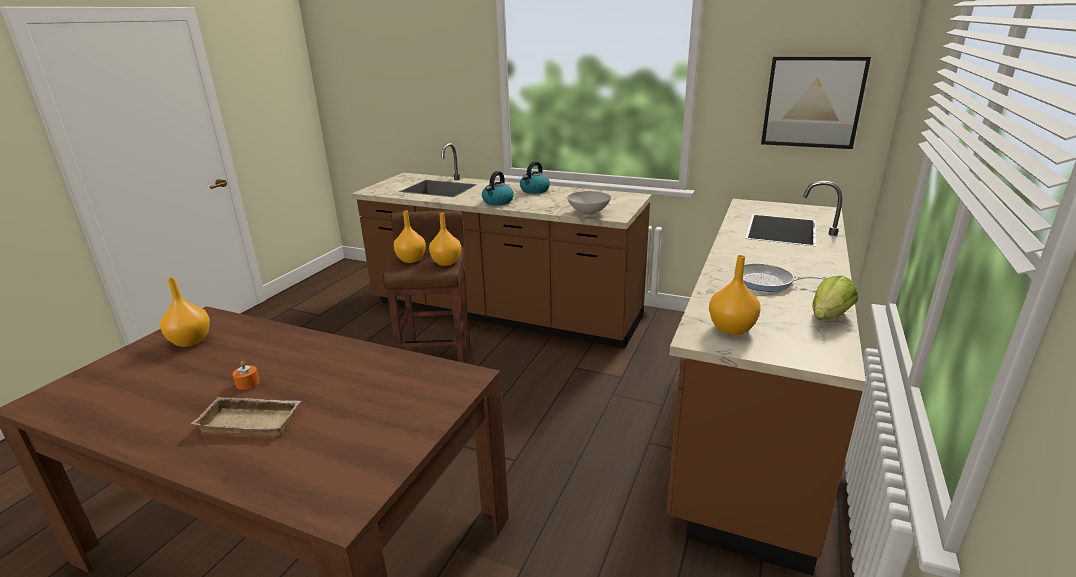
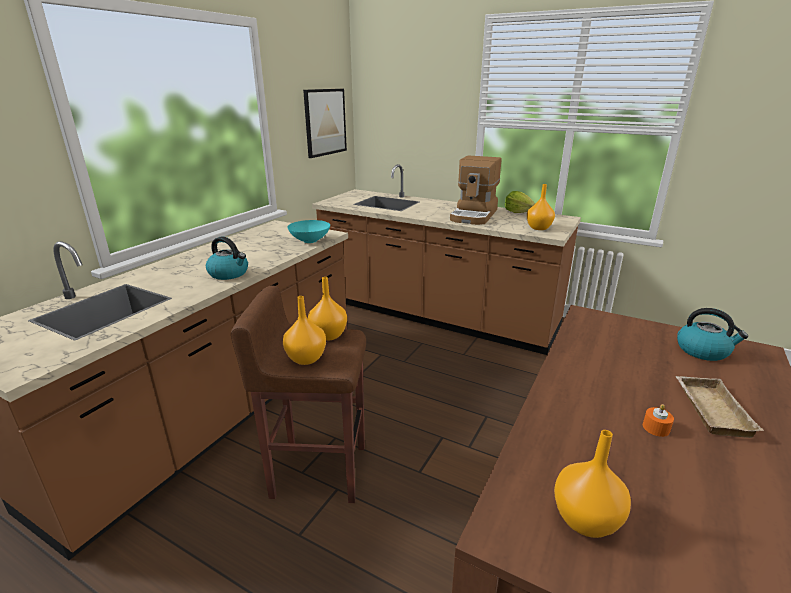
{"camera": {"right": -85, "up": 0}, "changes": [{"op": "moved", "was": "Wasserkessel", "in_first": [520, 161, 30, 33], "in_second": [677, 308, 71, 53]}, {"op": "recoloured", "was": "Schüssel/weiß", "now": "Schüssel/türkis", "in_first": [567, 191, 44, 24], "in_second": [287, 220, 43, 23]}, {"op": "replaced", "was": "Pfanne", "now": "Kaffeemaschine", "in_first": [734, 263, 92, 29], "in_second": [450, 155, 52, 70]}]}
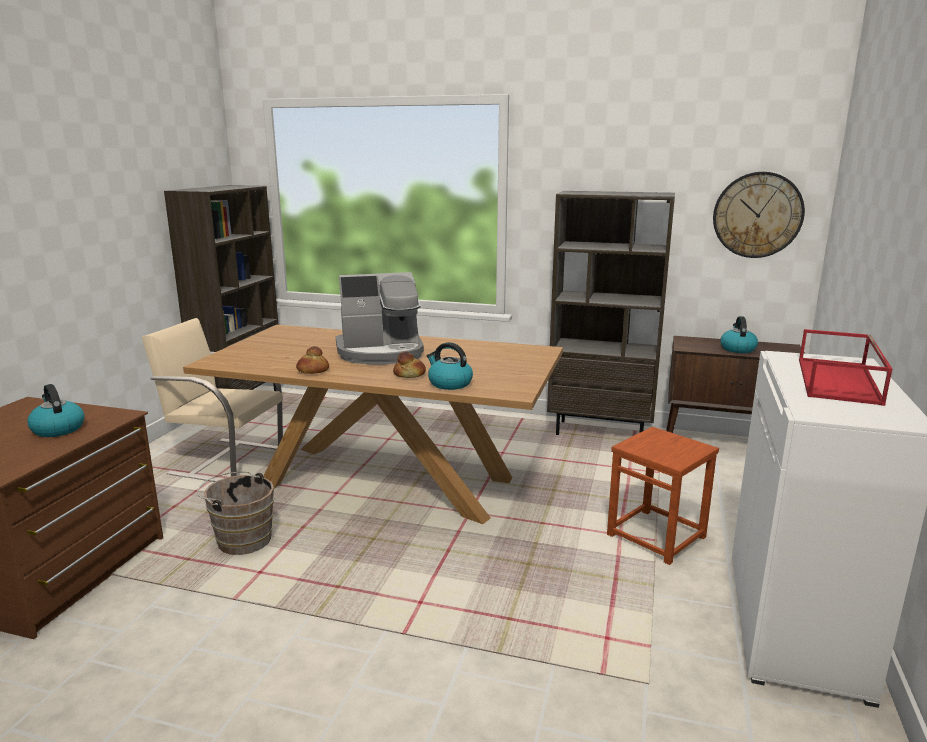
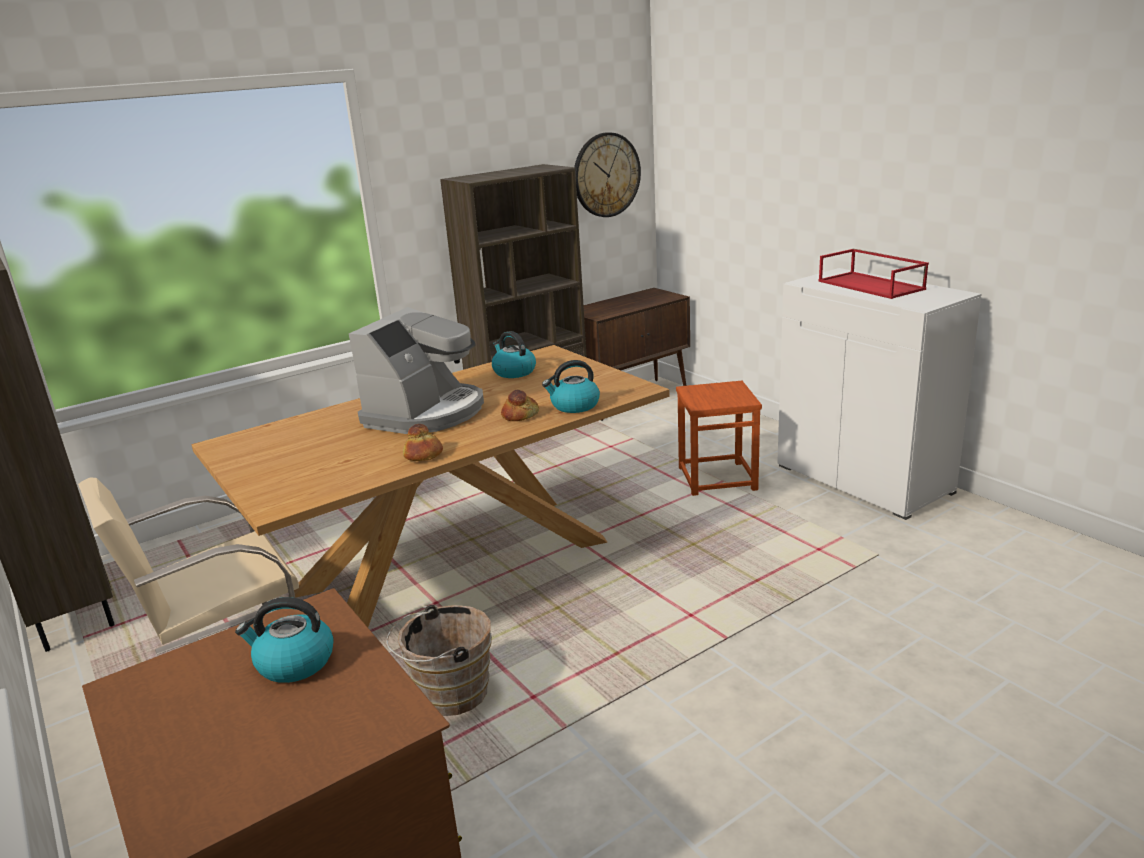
{"camera": {"right": -50, "up": 5}, "changes": [{"op": "moved", "was": "Wasserkessel", "in_first": [720, 316, 38, 37], "in_second": [492, 331, 44, 47]}]}
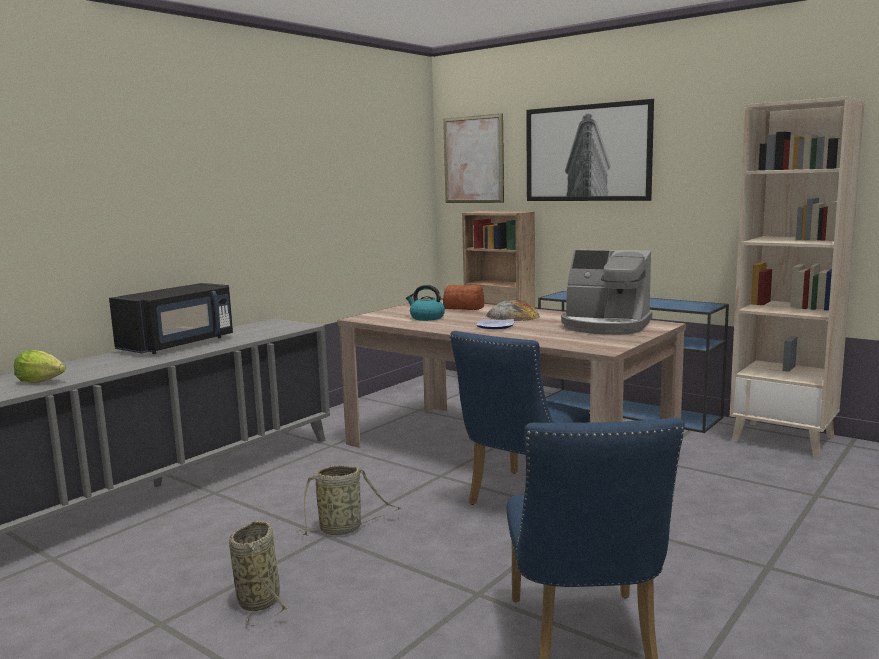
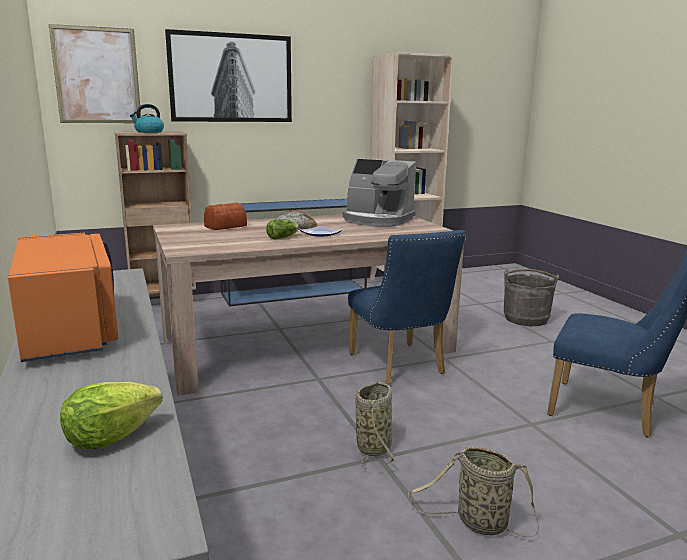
{"camera": {"right": -60, "up": 5}, "changes": [{"op": "turned", "was": "Kaffeemaschine", "in_first": [561, 250, 91, 85], "in_second": [343, 159, 73, 68], "clockwise": 60}, {"op": "recoloured", "was": "Mikrowelle/schwarz", "now": "Mikrowelle/orange", "in_first": [109, 283, 124, 71], "in_second": [8, 233, 110, 129]}, {"op": "moved", "was": "Wasserkessel", "in_first": [406, 285, 39, 36], "in_second": [130, 104, 34, 29]}, {"op": "added", "now": "Salatkopf", "in_second": [266, 219, 33, 20]}, {"op": "added", "now": "Eimer/grau", "in_second": [504, 269, 55, 57]}]}
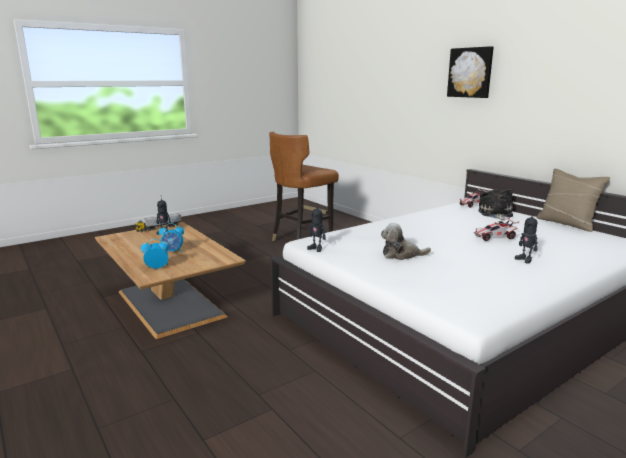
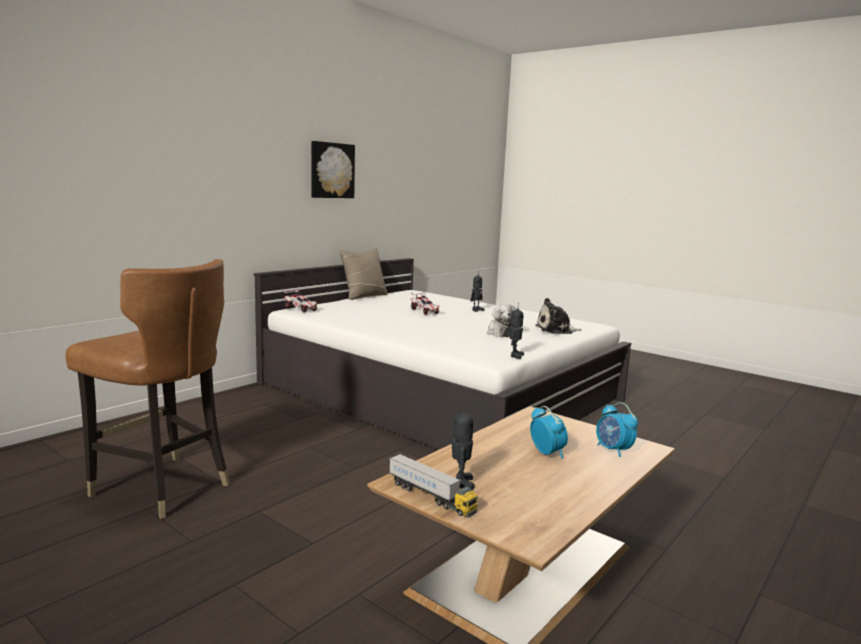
{"camera": {"right": -105, "up": -5}, "changes": [{"op": "moved", "was": "Bild", "in_first": [447, 46, 47, 52], "in_second": [311, 141, 44, 57]}, {"op": "moved", "was": "Plüschtier", "in_first": [478, 189, 35, 32], "in_second": [536, 298, 46, 36]}]}
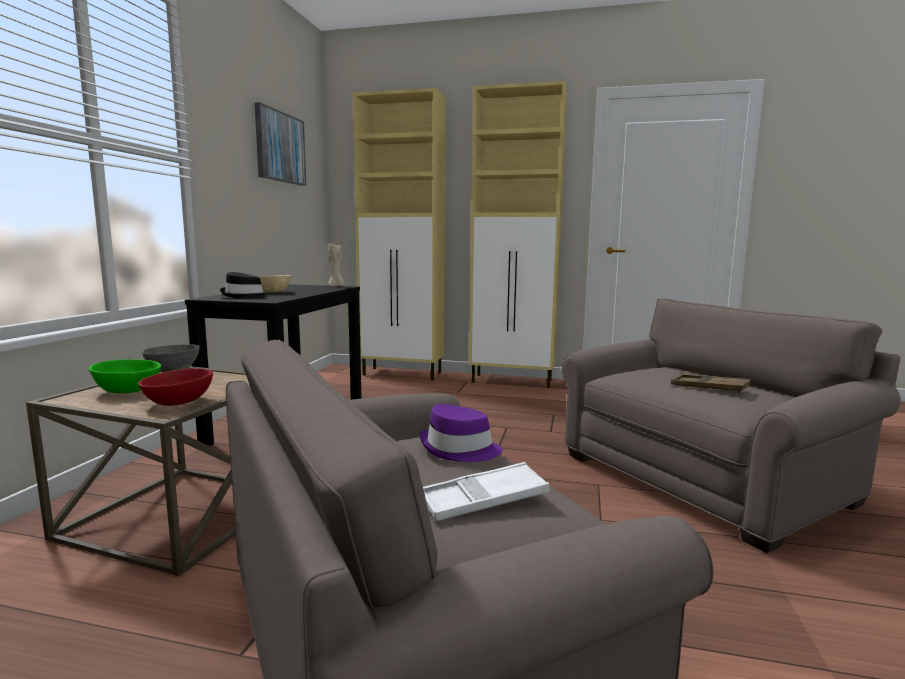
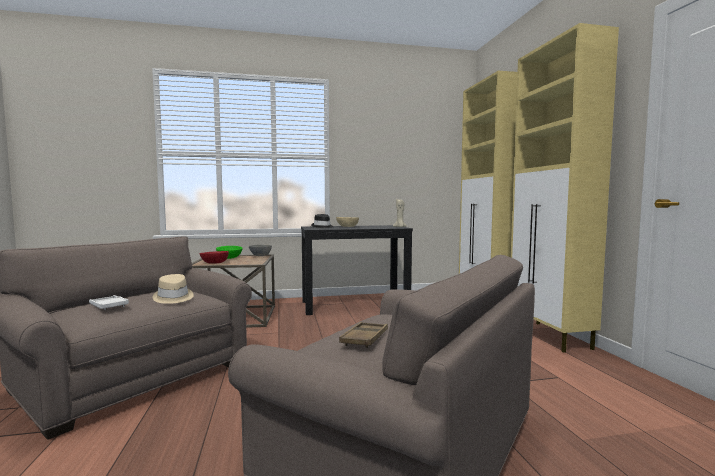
{"camera": {"right": 65, "up": -5}, "changes": [{"op": "removed", "was": "Bild", "in_first": [255, 102, 51, 84]}, {"op": "recoloured", "was": "Hut/lila", "now": "Hut/beige", "in_first": [419, 404, 84, 58], "in_second": [152, 274, 42, 30]}]}
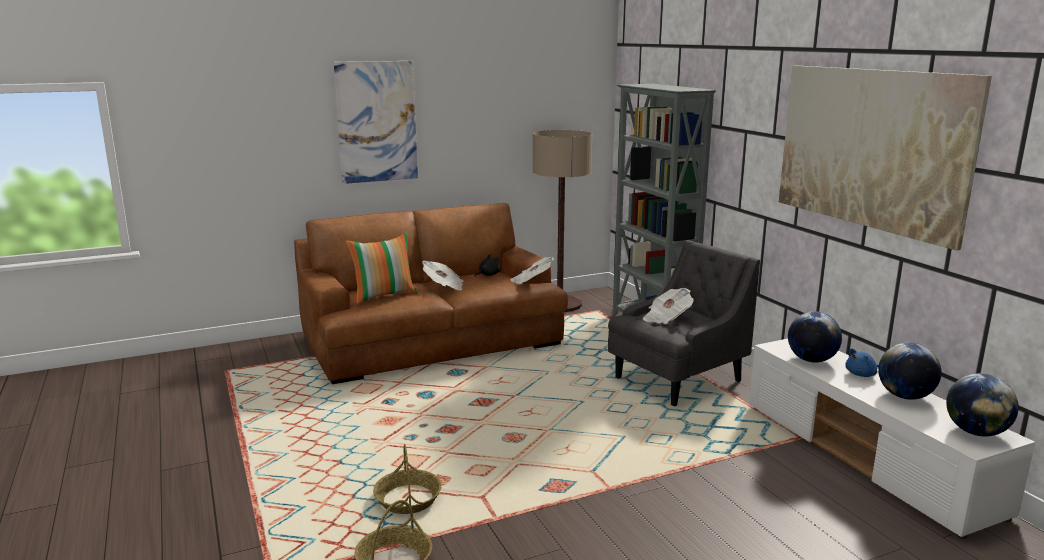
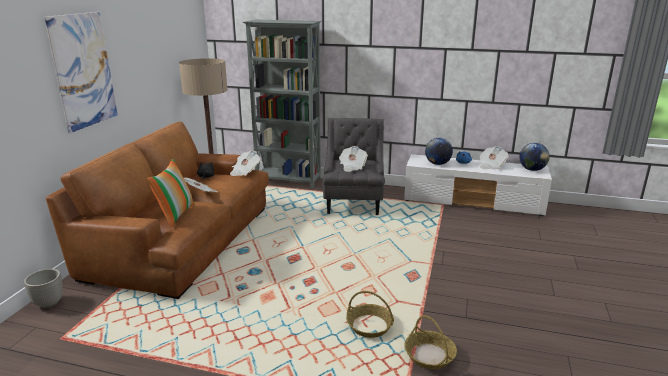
{"camera": {"right": -50, "up": 5}, "changes": [{"op": "removed", "was": "Bild", "in_first": [779, 66, 213, 185]}, {"op": "replaced", "was": "Globus", "now": "Zeitung", "in_first": [878, 342, 63, 58], "in_second": [479, 146, 30, 23]}, {"op": "added", "now": "Pflanzkübel", "in_second": [24, 269, 39, 39]}]}
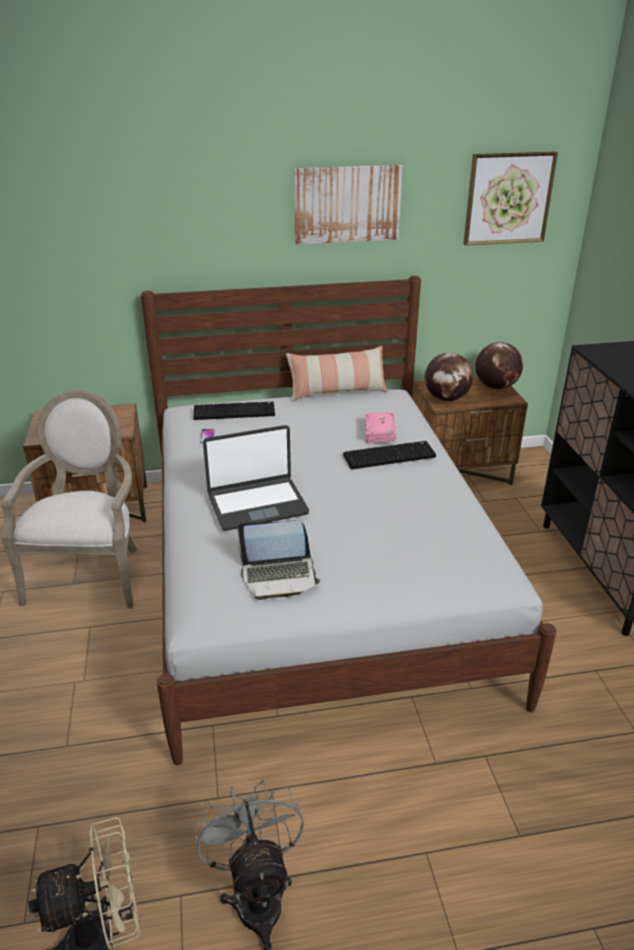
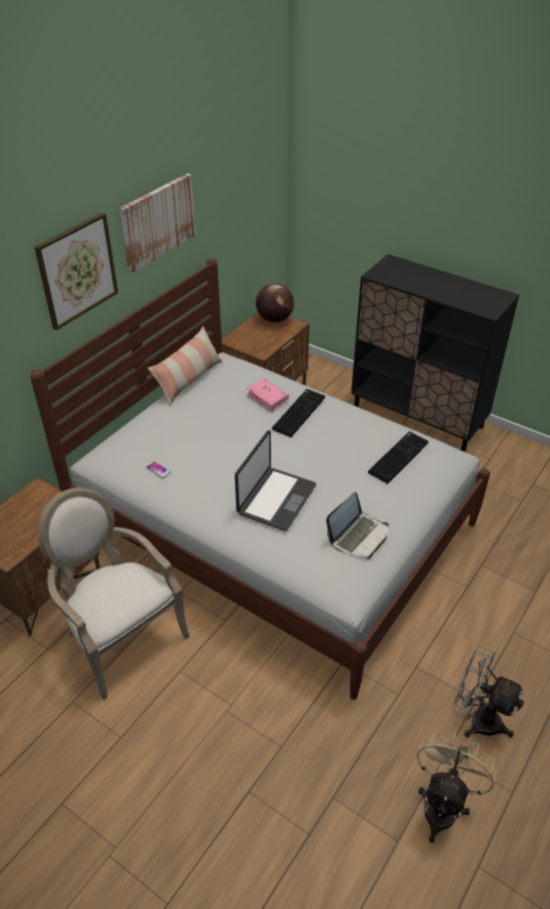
{"camera": {"right": -45, "up": 10}, "changes": [{"op": "moved", "was": "Bild", "in_first": [463, 151, 95, 95], "in_second": [34, 213, 84, 117]}, {"op": "removed", "was": "Globus", "in_first": [425, 353, 48, 49]}, {"op": "moved", "was": "Tastatur", "in_first": [194, 402, 81, 18], "in_second": [368, 431, 61, 53]}]}
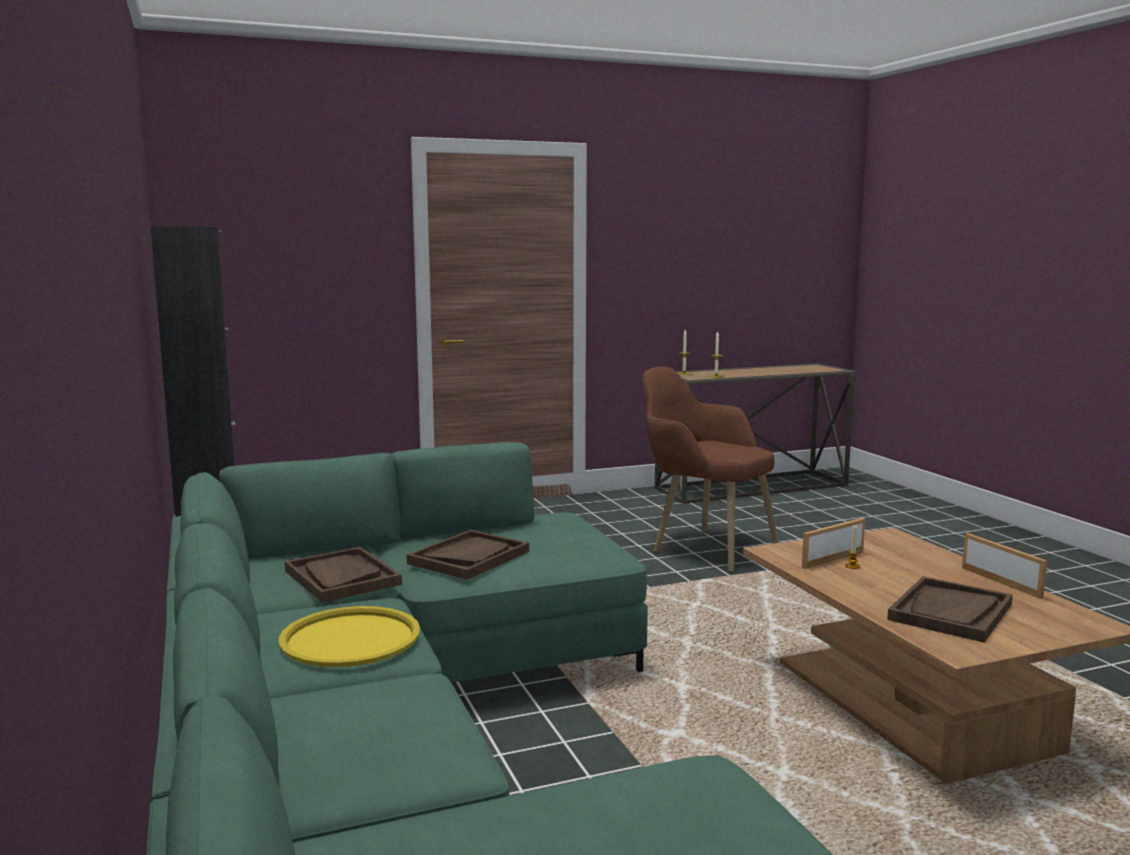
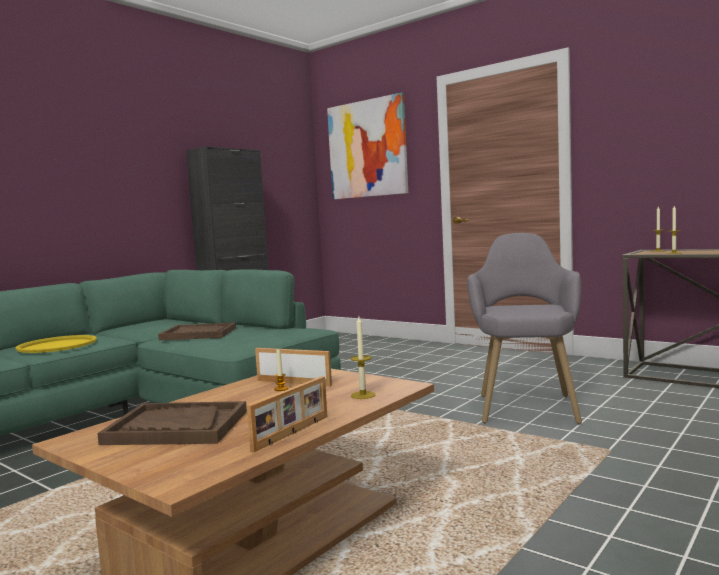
{"camera": {"right": 60, "up": -5}, "changes": [{"op": "recoloured", "was": "Sessel/braun", "now": "Sessel/grau", "in_first": [642, 367, 137, 206], "in_second": [467, 233, 115, 191]}, {"op": "removed", "was": "Tablett/braun", "in_first": [284, 547, 118, 55]}, {"op": "added", "now": "Bild", "in_second": [327, 93, 81, 106]}, {"op": "added", "now": "Kerze", "in_second": [351, 317, 24, 82]}]}
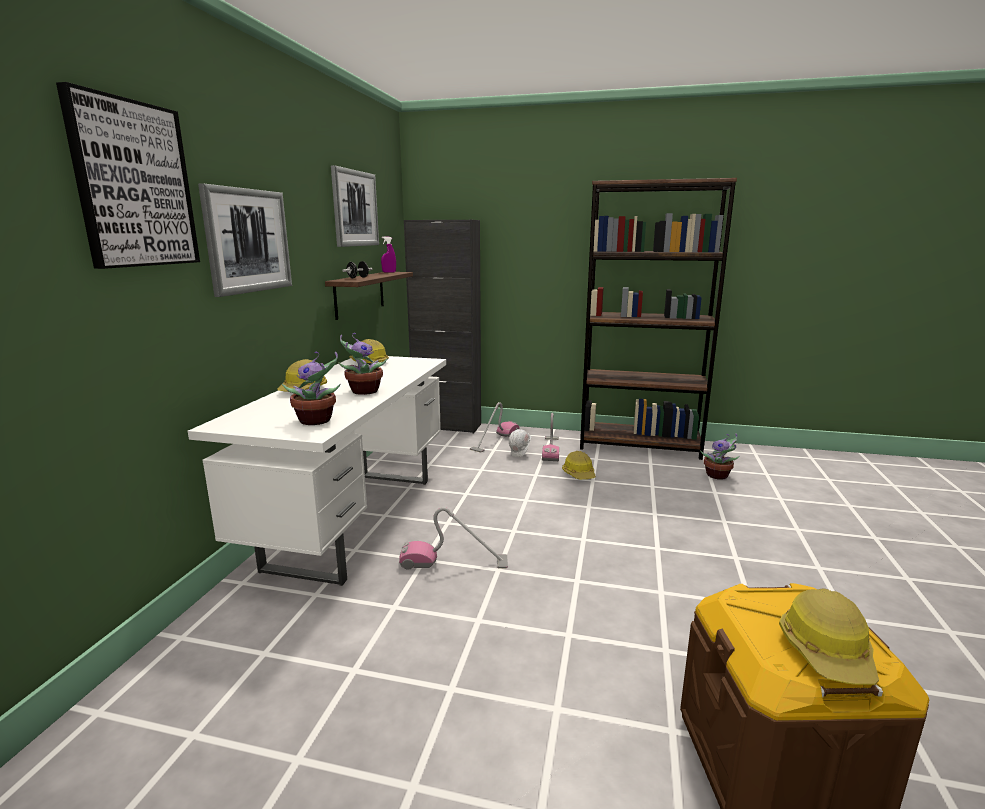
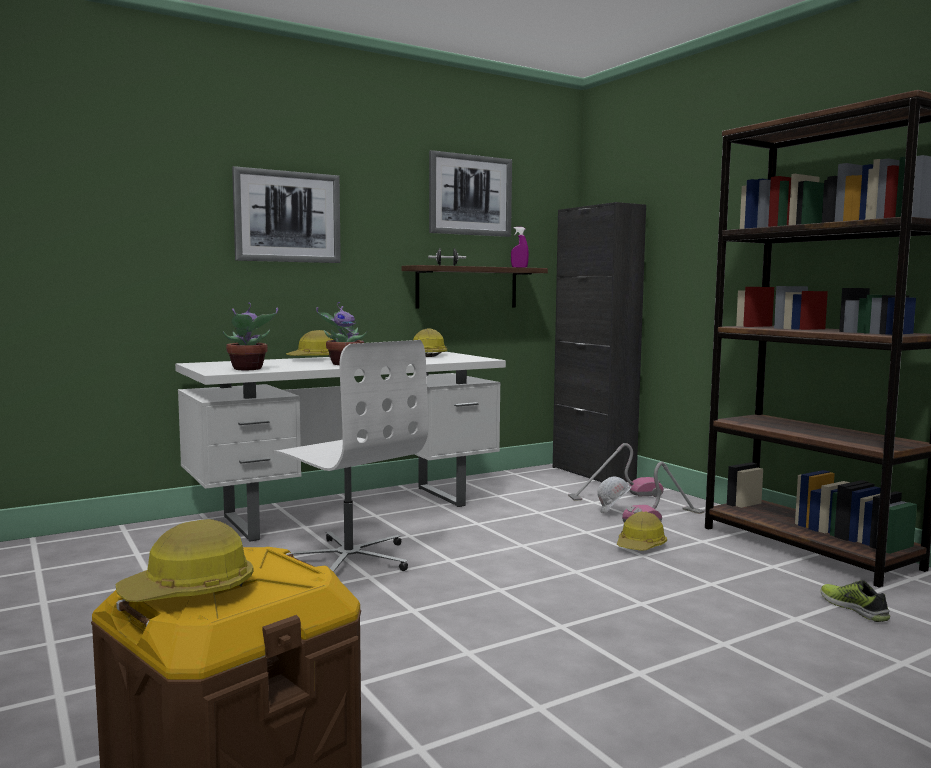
{"camera": {"right": 45, "up": -10}, "changes": [{"op": "removed", "was": "Bild", "in_first": [56, 82, 144, 187]}, {"op": "replaced", "was": "Topfpflanze", "now": "Schuh", "in_first": [700, 433, 40, 47], "in_second": [820, 580, 70, 42]}, {"op": "replaced", "was": "Staubsauger", "now": "Bürostuhl/weiß", "in_first": [399, 507, 109, 63], "in_second": [273, 340, 155, 232]}]}
